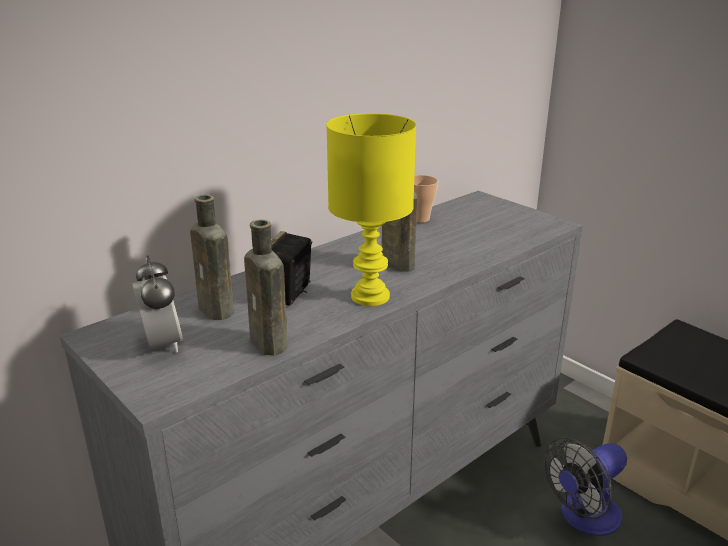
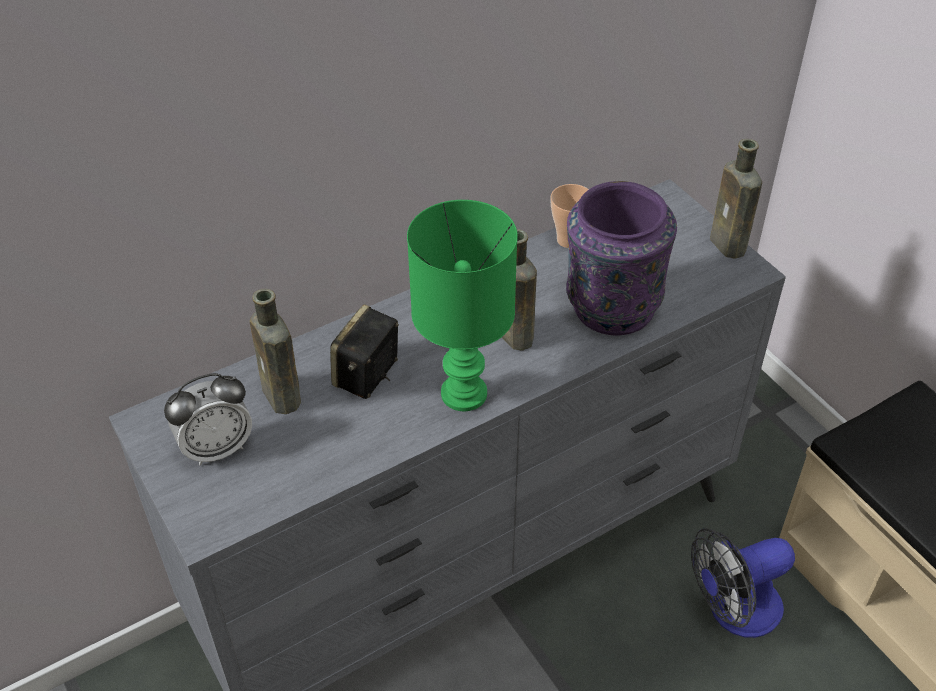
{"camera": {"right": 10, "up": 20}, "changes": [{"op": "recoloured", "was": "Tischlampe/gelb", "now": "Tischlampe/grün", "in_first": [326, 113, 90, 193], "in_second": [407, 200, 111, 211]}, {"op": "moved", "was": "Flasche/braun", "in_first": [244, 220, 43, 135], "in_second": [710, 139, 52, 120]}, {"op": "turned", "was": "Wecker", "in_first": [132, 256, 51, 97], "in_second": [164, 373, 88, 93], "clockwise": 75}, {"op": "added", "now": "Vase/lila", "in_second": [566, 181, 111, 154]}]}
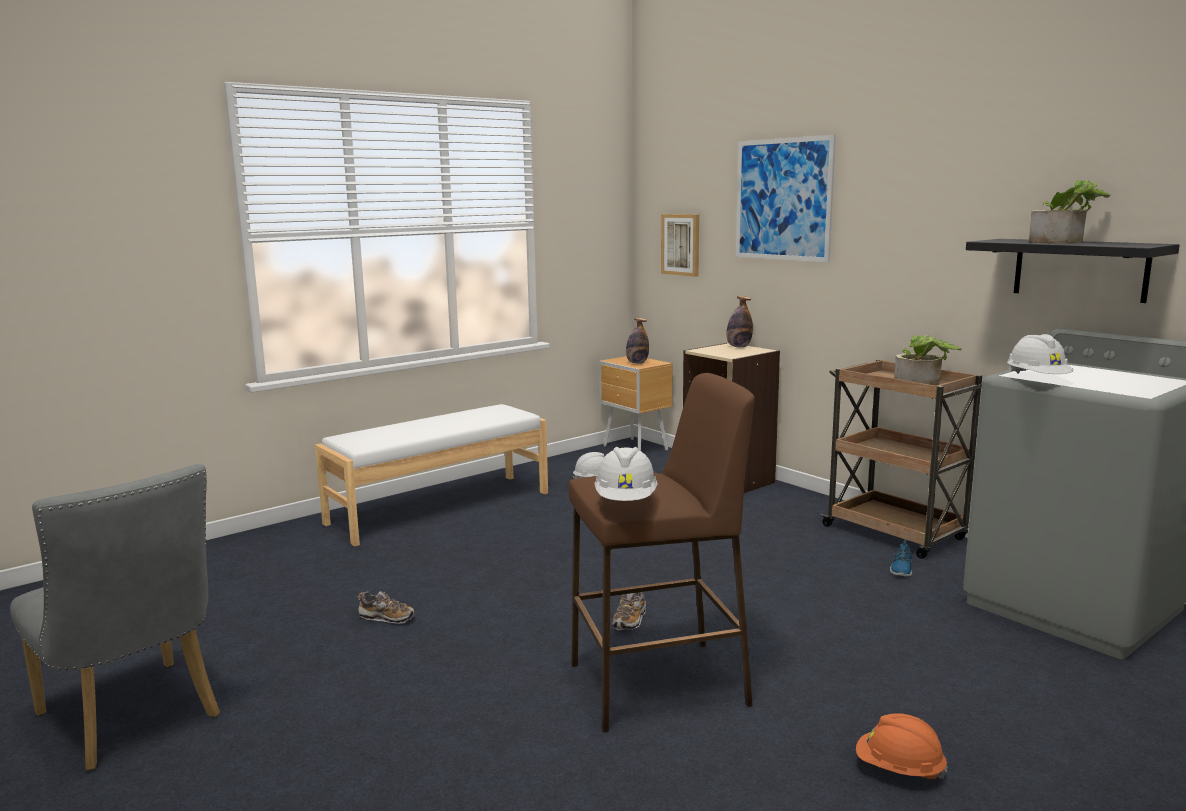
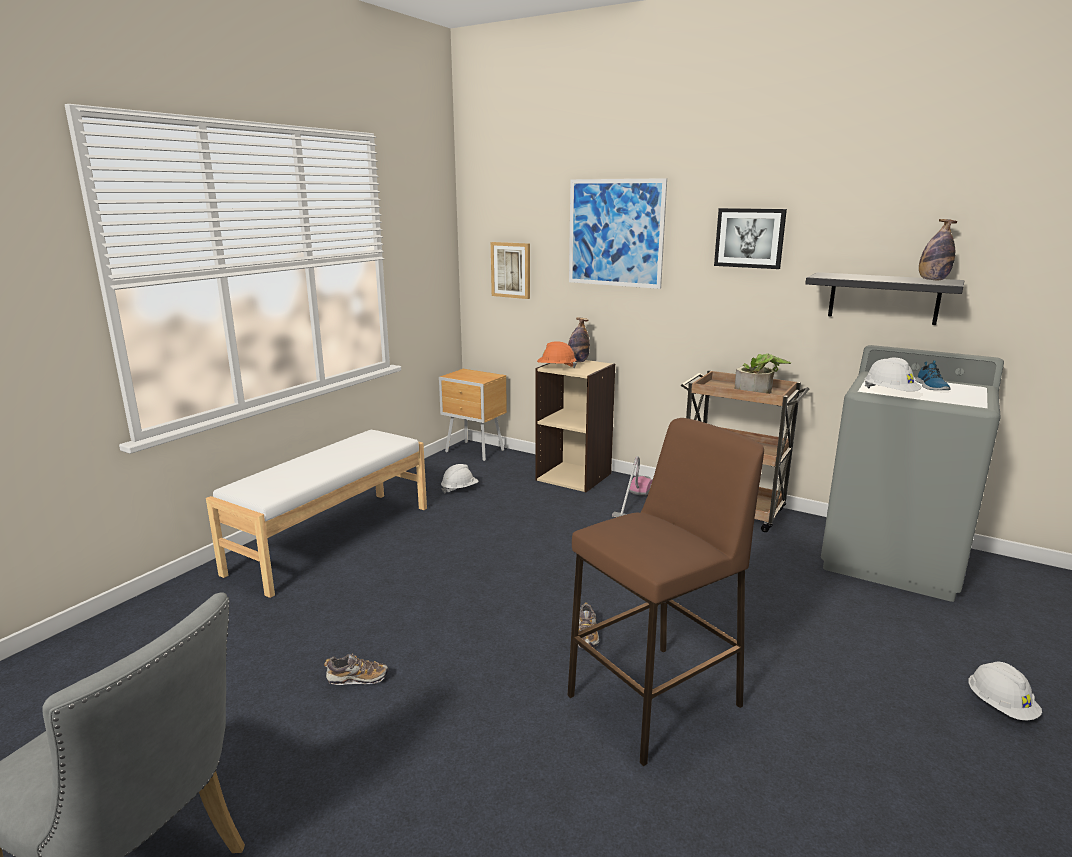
{"camera": {"right": -20, "up": 5}, "changes": [{"op": "removed", "was": "Topfpflanze", "in_first": [1029, 180, 81, 64]}, {"op": "moved", "was": "Flasche", "in_first": [626, 318, 23, 46], "in_second": [919, 219, 39, 62]}, {"op": "moved", "was": "Schutzhelm/weiß", "in_first": [594, 447, 64, 54], "in_second": [968, 662, 74, 58]}, {"op": "moved", "was": "Schuh", "in_first": [890, 540, 22, 36], "in_second": [916, 360, 35, 30]}, {"op": "moved", "was": "Schutzhelm/orange", "in_first": [856, 713, 92, 67], "in_second": [537, 341, 40, 27]}, {"op": "added", "now": "Bild", "in_second": [714, 208, 73, 61]}, {"op": "added", "now": "Staubsauger", "in_second": [612, 456, 41, 61]}]}
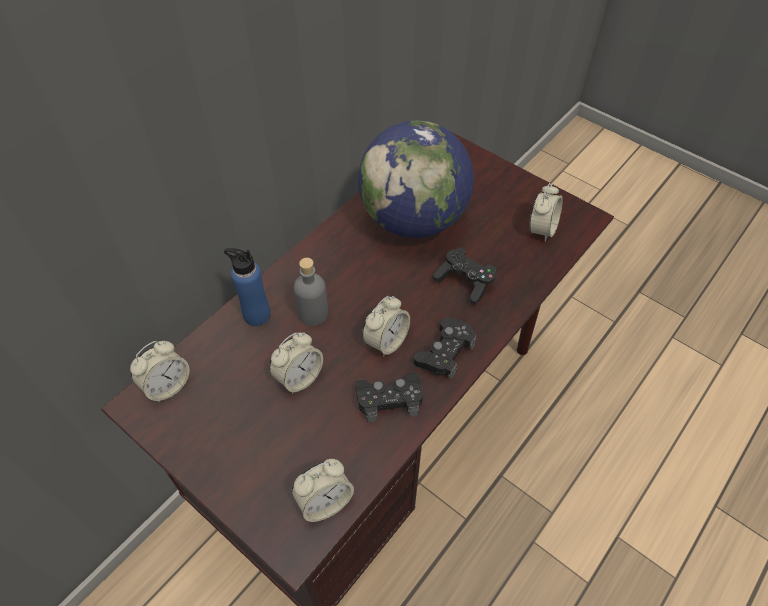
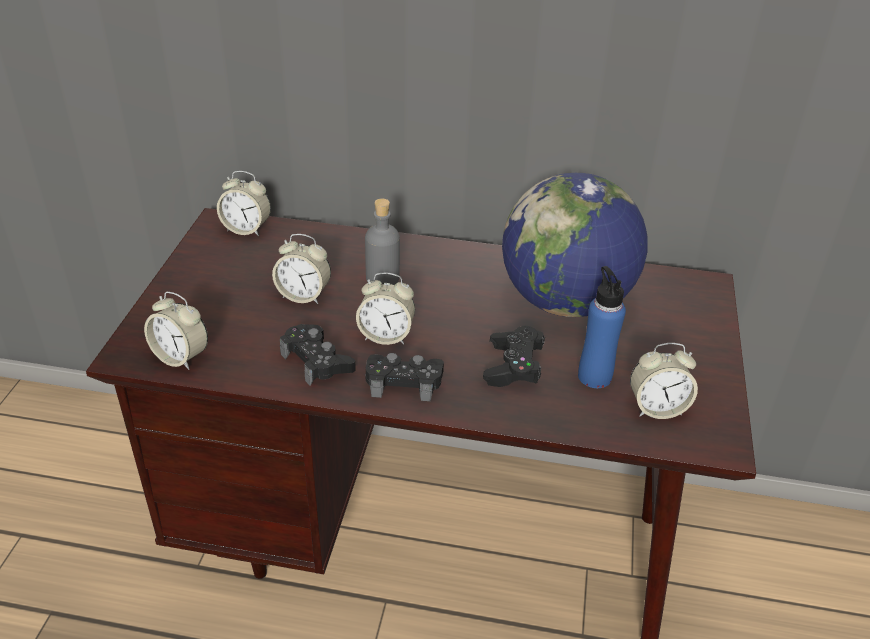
{"camera": {"right": 60, "up": -15}, "changes": [{"op": "moved", "was": "Flasche/blau", "in_first": [224, 248, 47, 78], "in_second": [578, 266, 48, 122]}]}
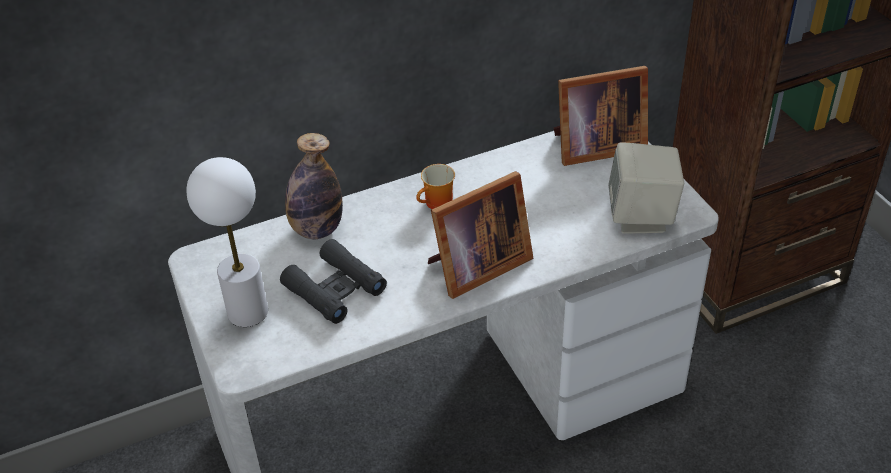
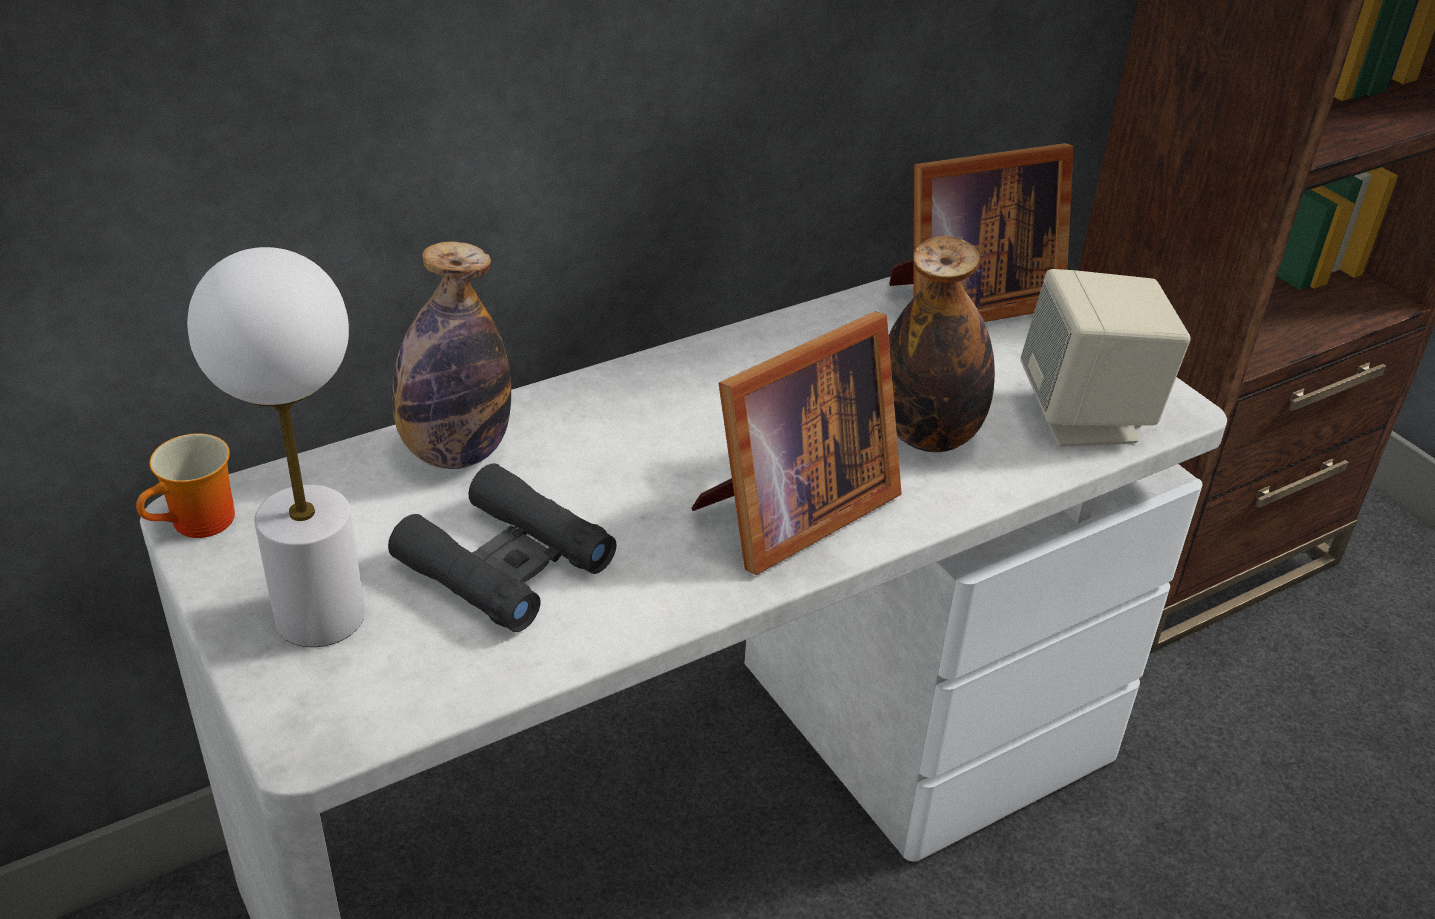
{"camera": {"right": -10, "up": -5}, "changes": [{"op": "moved", "was": "Henkelbecher", "in_first": [416, 164, 39, 45], "in_second": [136, 433, 99, 105]}, {"op": "added", "now": "Flasche", "in_second": [889, 236, 106, 216]}]}
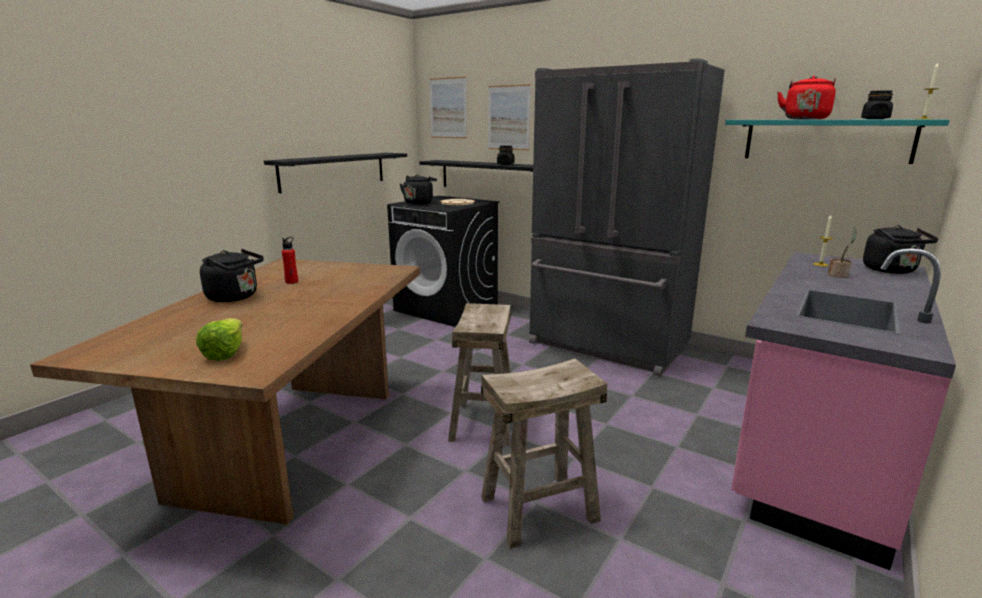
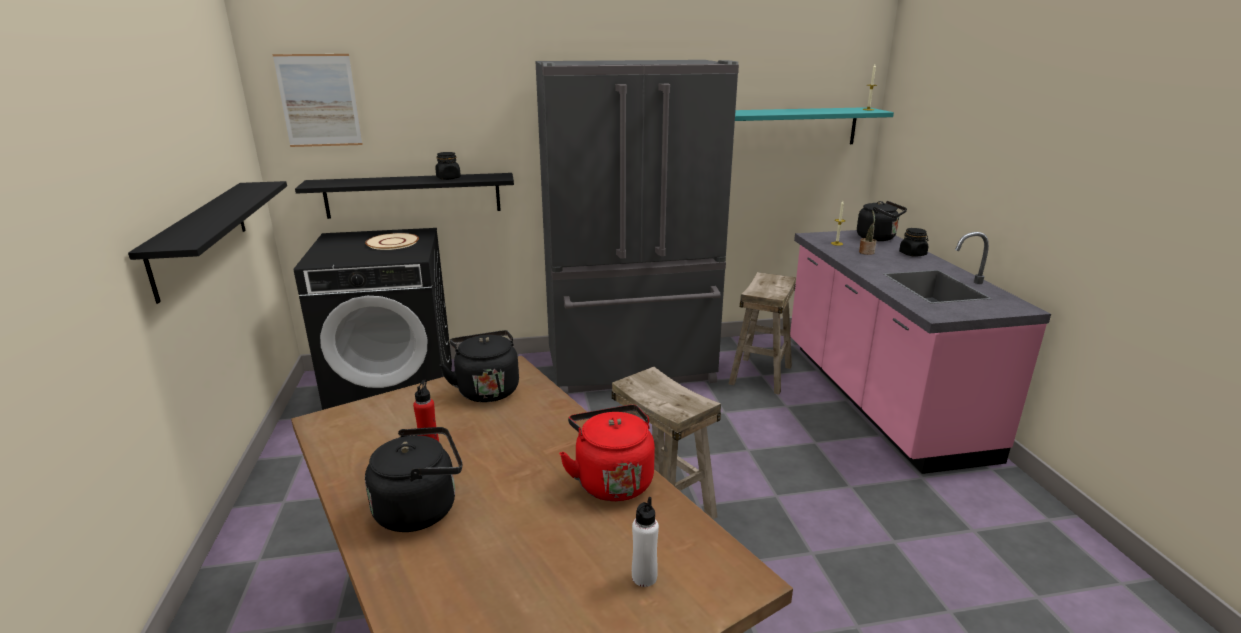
{"camera": {"right": -45, "up": 5}, "changes": [{"op": "moved", "was": "Wasserkessel/rot", "in_first": [777, 75, 59, 44], "in_second": [559, 405, 96, 96]}, {"op": "removed", "was": "Bild", "in_first": [488, 84, 43, 66]}, {"op": "moved", "was": "Vorratsglas/schwarz", "in_first": [861, 90, 32, 29], "in_second": [899, 228, 29, 29]}, {"op": "moved", "was": "Wasserkessel/schwarz", "in_first": [400, 174, 37, 30], "in_second": [440, 330, 79, 72]}, {"op": "replaced", "was": "Salatkopf", "now": "Flasche/weiß", "in_first": [196, 318, 46, 43], "in_second": [632, 497, 27, 90]}, {"op": "moved", "was": "Hocker/beige", "in_first": [481, 359, 126, 190], "in_second": [729, 272, 67, 123]}]}
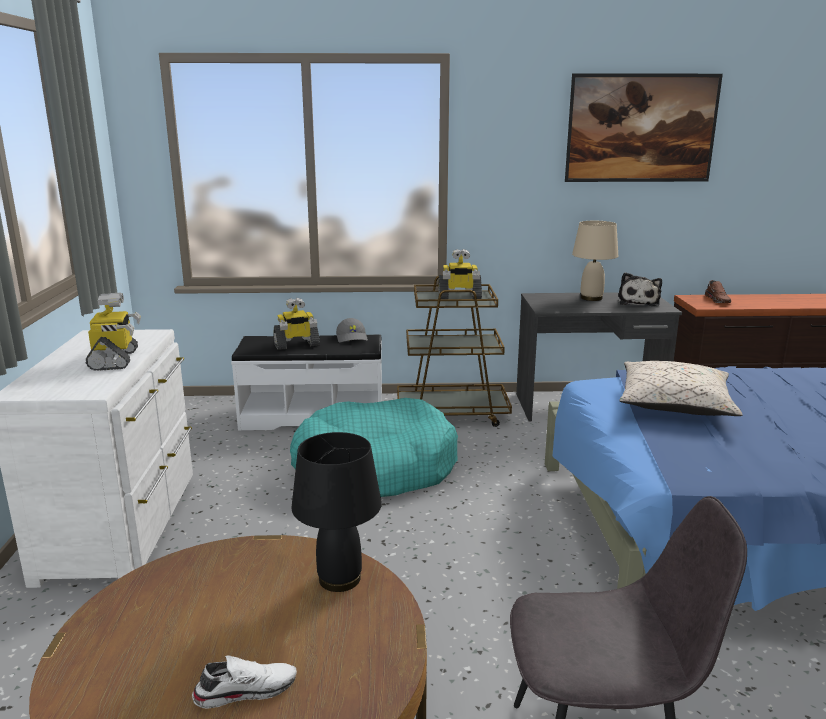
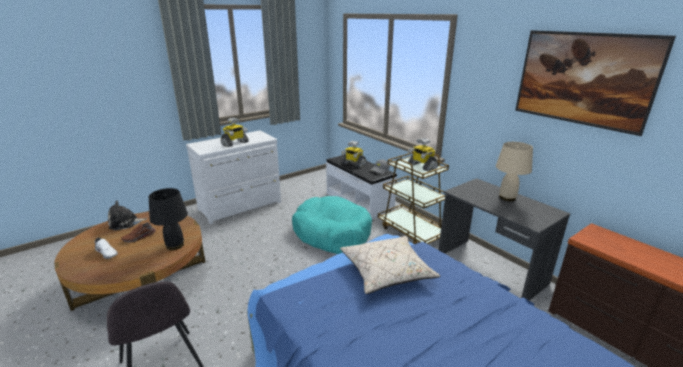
{"camera": {"right": 55, "up": 5}, "changes": [{"op": "moved", "was": "Plüschtier", "in_first": [618, 272, 44, 34], "in_second": [108, 201, 39, 29]}, {"op": "moved", "was": "Schuh/braun", "in_first": [705, 280, 26, 23], "in_second": [121, 222, 35, 21]}]}
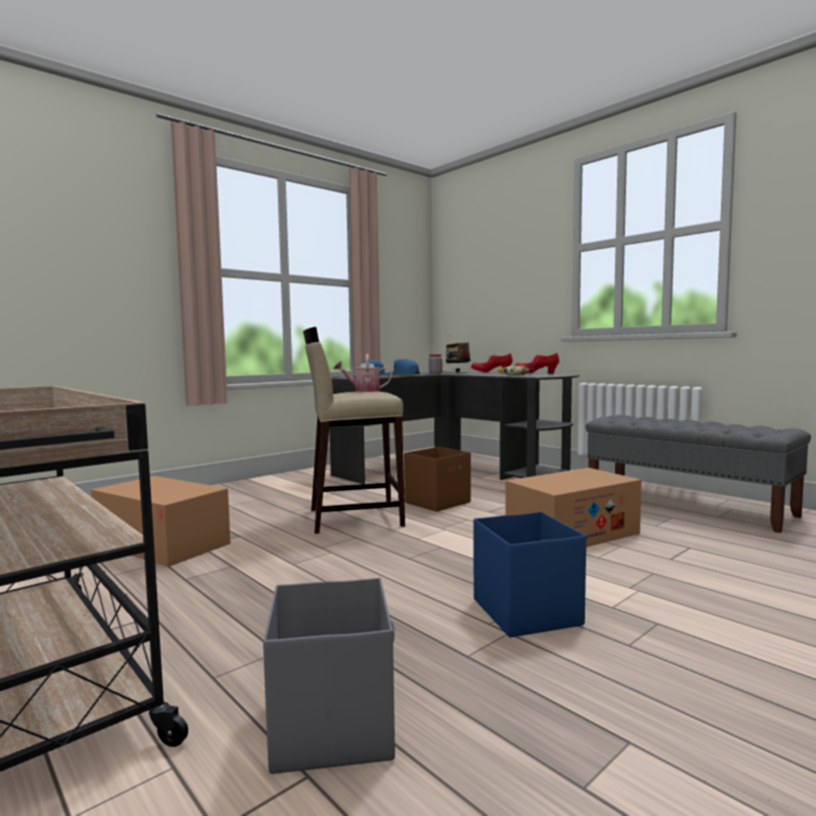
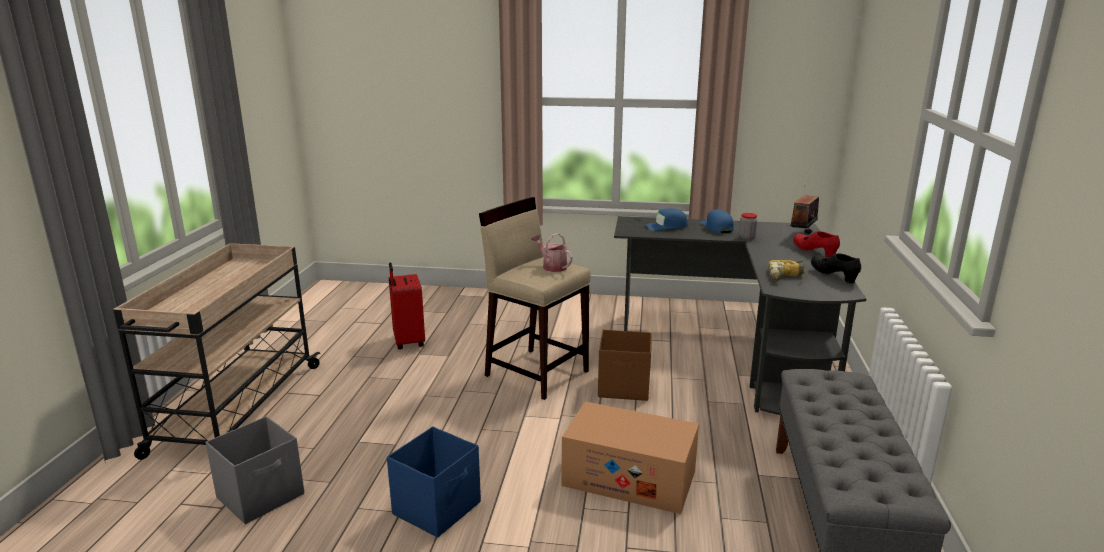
{"camera": {"right": 50, "up": 15}, "changes": [{"op": "recoloured", "was": "Schuh/rot", "now": "Schuh/schwarz", "in_first": [515, 353, 44, 21], "in_second": [811, 253, 50, 30]}, {"op": "replaced", "was": "Karton", "now": "Koffer/rot", "in_first": [91, 476, 140, 91], "in_second": [389, 263, 36, 86]}]}
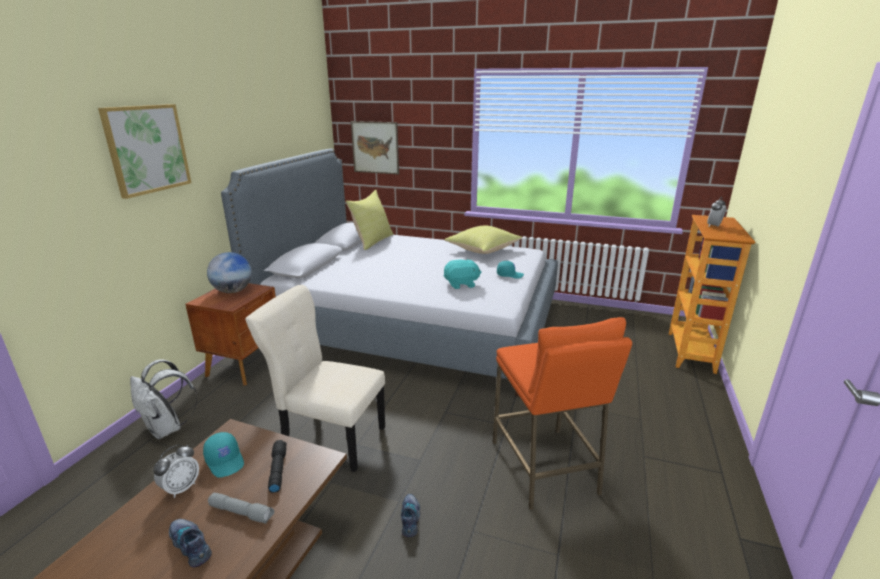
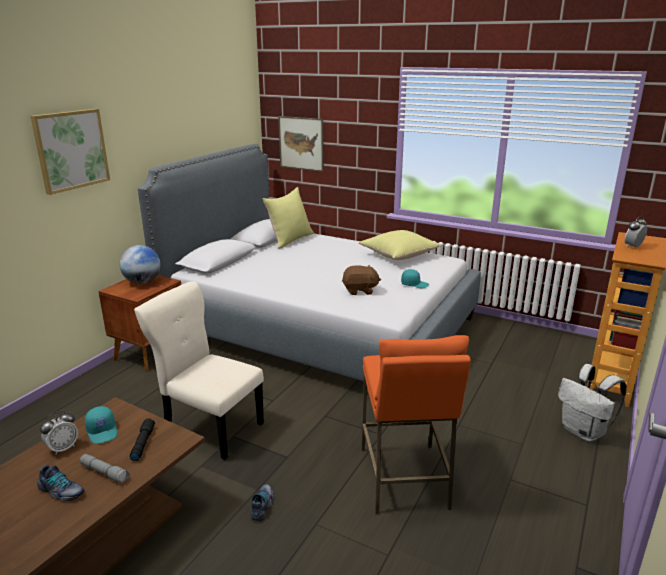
{"camera": {"right": 10, "up": 0}, "changes": [{"op": "recoloured", "was": "Plüschtier/türkis", "now": "Plüschtier/braun", "in_first": [444, 259, 37, 30], "in_second": [342, 265, 39, 30]}, {"op": "moved", "was": "Rucksack/weiß", "in_first": [130, 359, 67, 80], "in_second": [558, 364, 69, 78]}, {"op": "turned", "was": "Schuh", "in_first": [169, 519, 43, 48], "in_second": [37, 465, 48, 36], "clockwise": 150}]}
